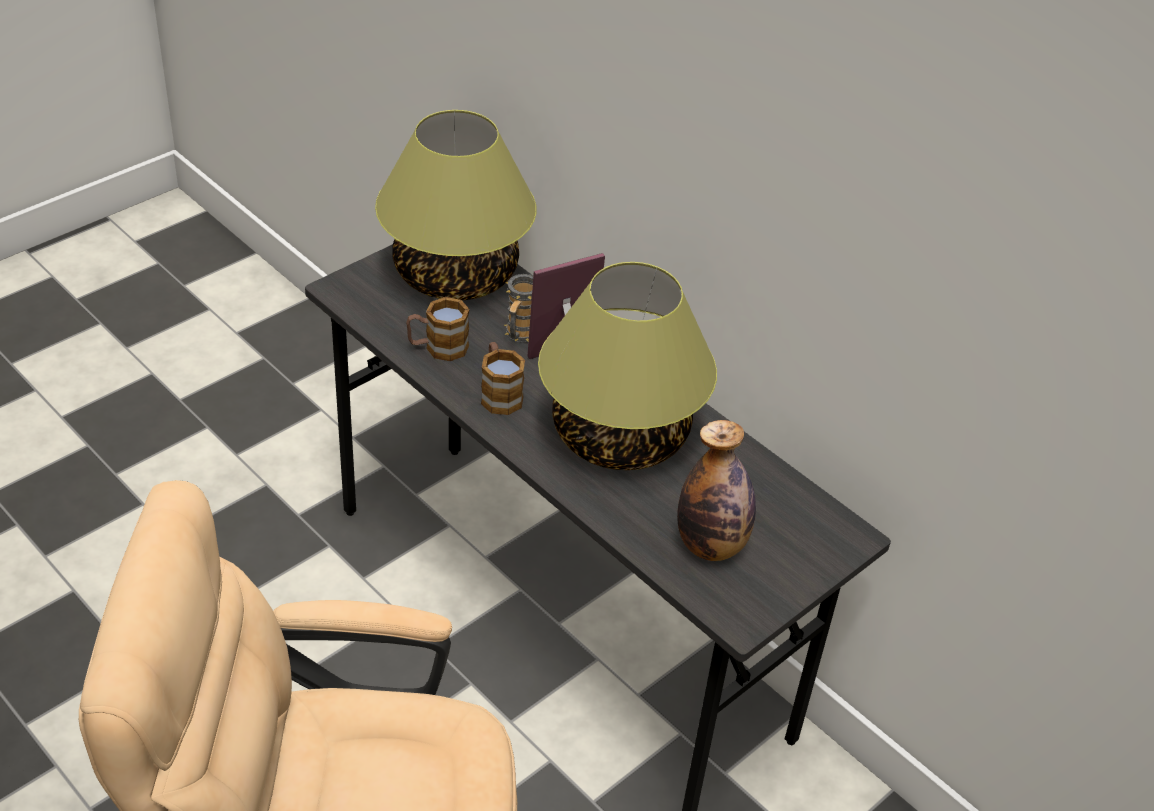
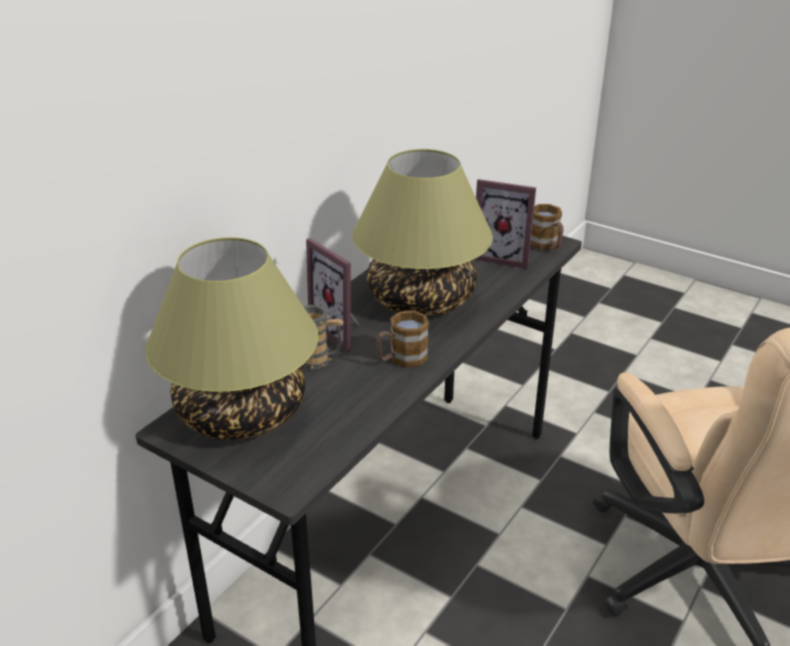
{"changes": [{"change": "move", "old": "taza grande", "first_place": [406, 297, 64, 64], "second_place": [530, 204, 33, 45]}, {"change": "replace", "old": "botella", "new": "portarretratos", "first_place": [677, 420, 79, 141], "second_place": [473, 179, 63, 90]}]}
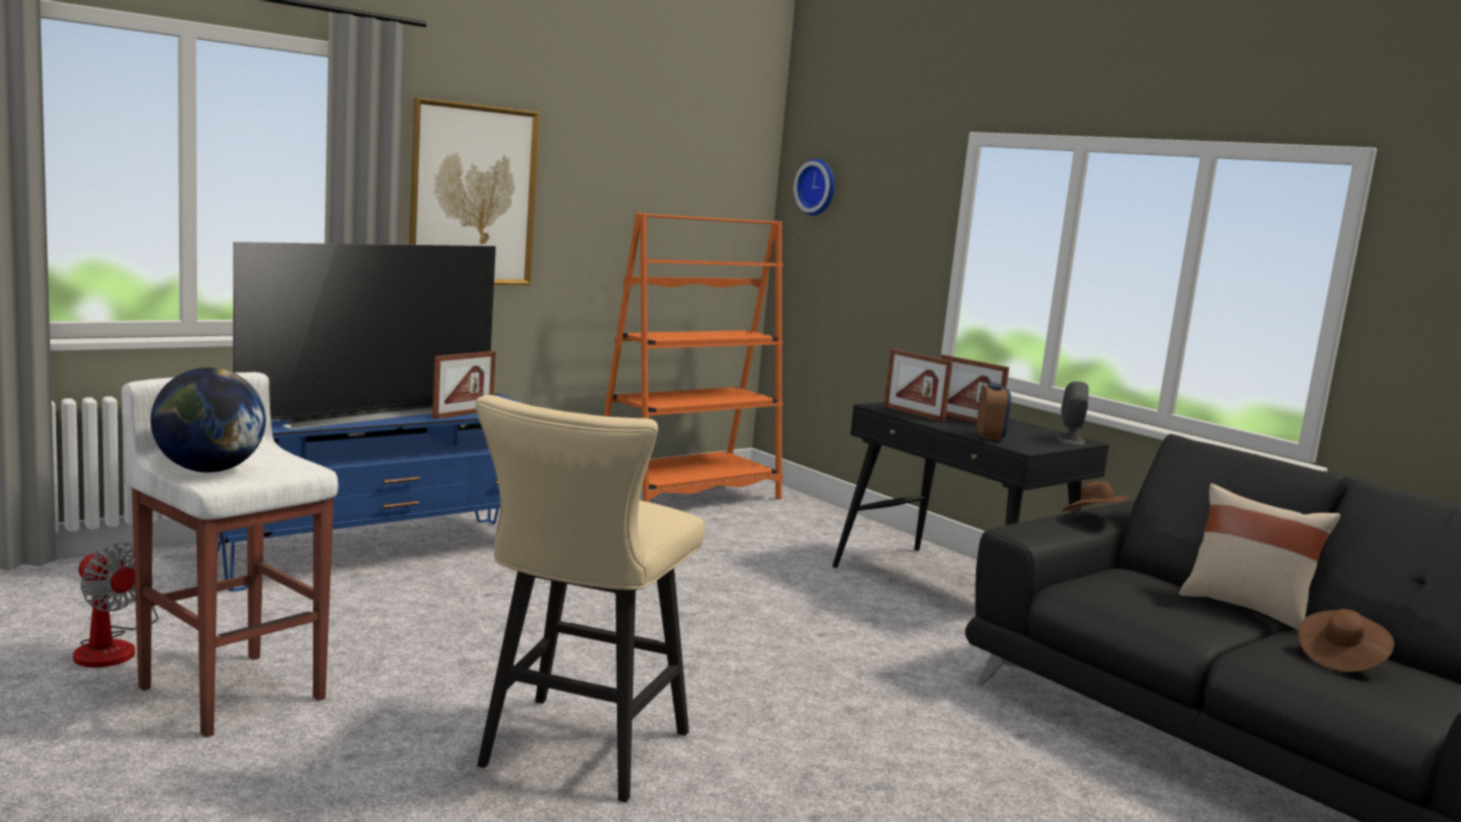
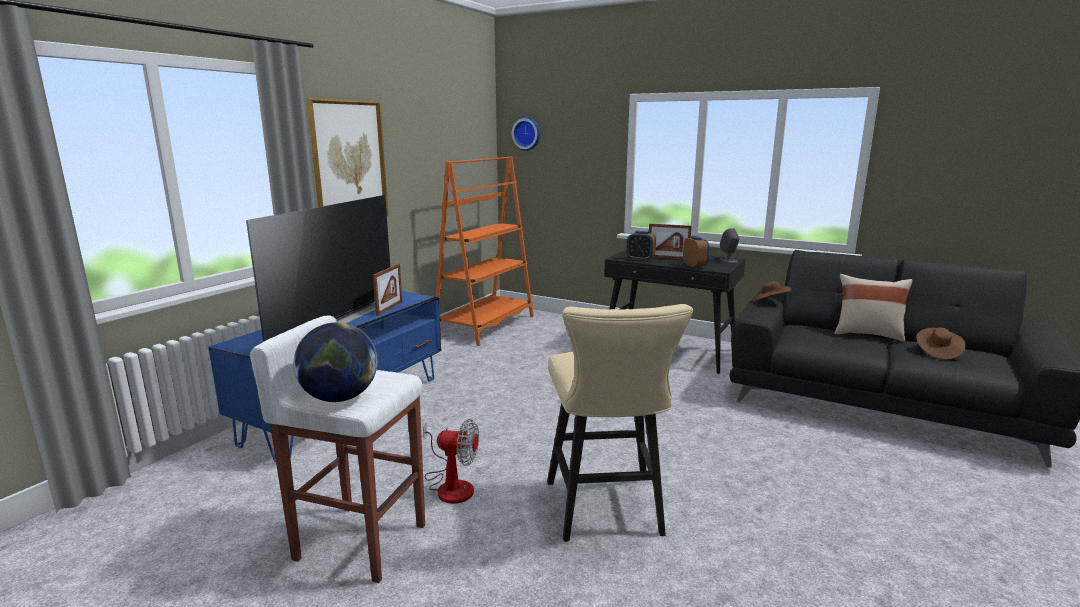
{"changes": [{"change": "move", "old": "ventilador", "first_place": [73, 543, 85, 125], "second_place": [423, 419, 56, 85]}, {"change": "replace", "old": "portarretratos", "new": "despertador", "first_place": [884, 349, 69, 73], "second_place": [626, 231, 30, 30]}]}
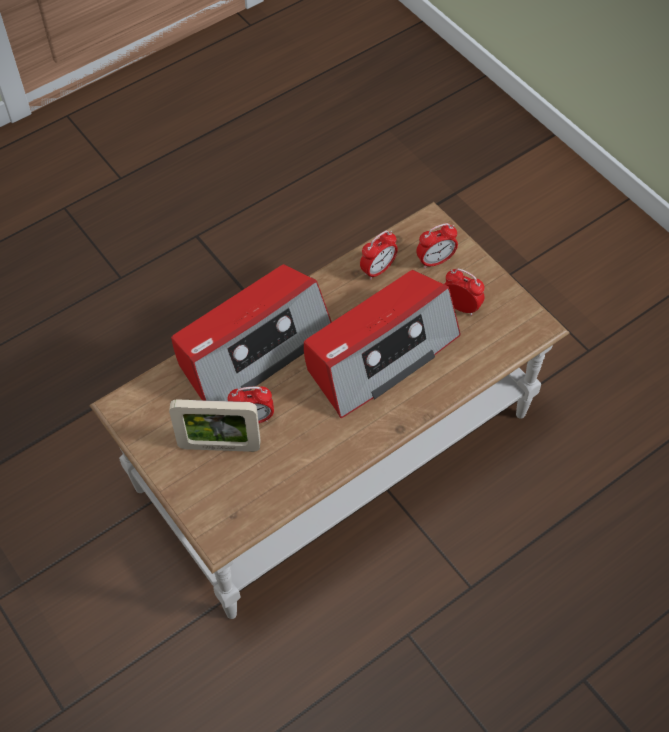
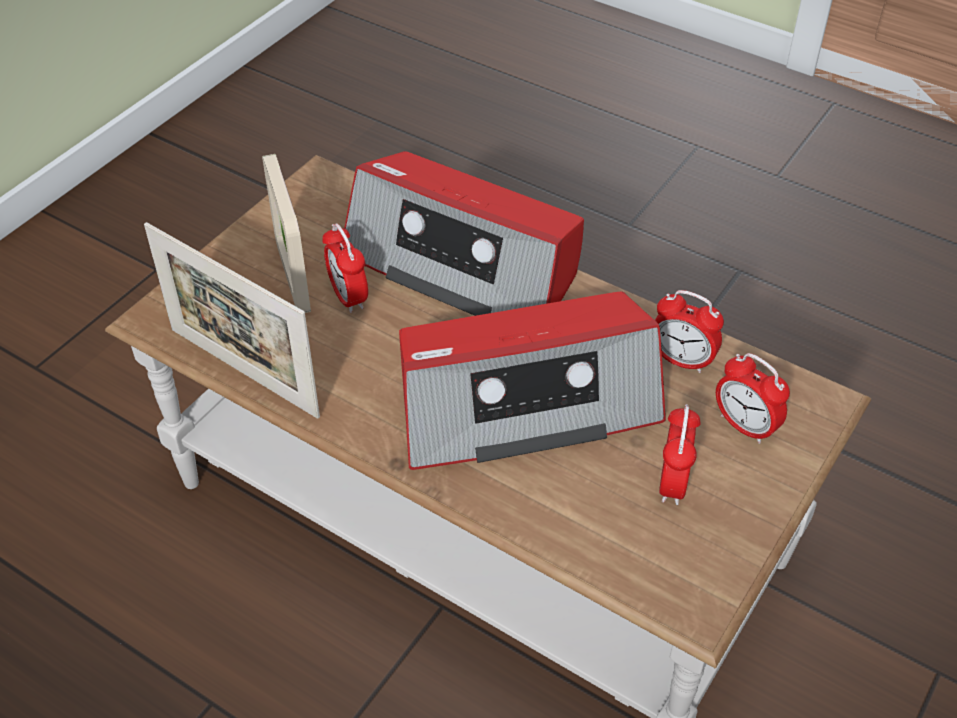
{"changes": [{"change": "rotate", "old": "radio", "first_place": [304, 270, 157, 148], "second_place": [399, 291, 267, 179], "degrees": -45}, {"change": "insert", "new": "portarretratos", "second_place": [144, 222, 176, 197]}]}
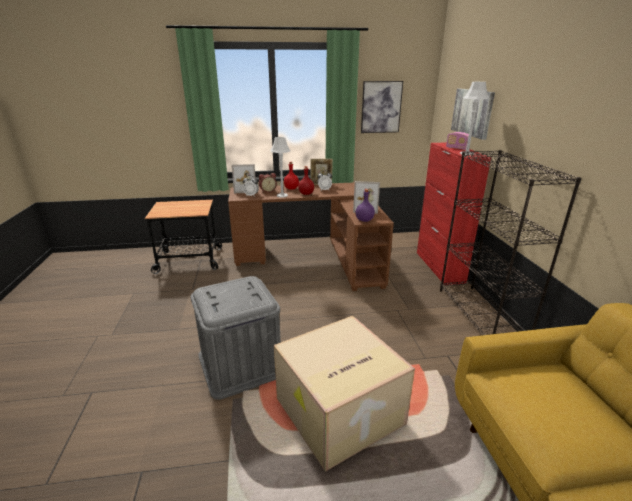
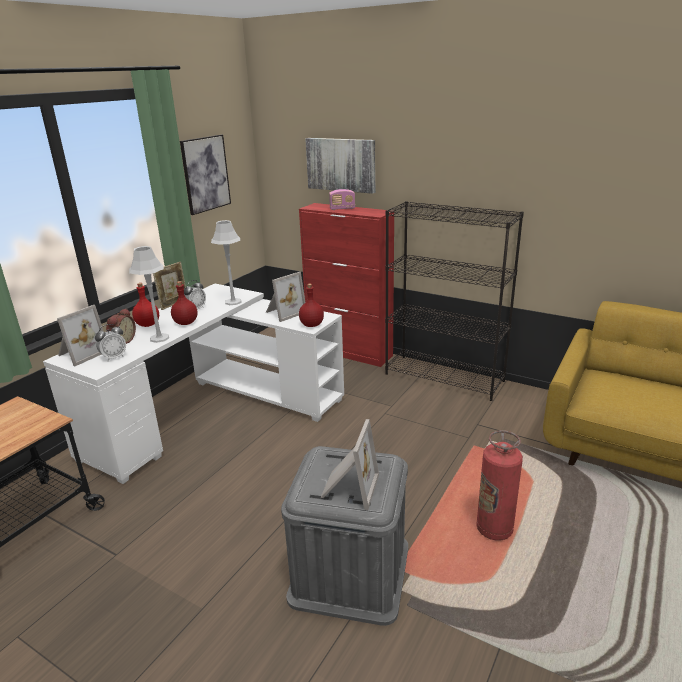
{"changes": [{"change": "recolor", "old": "escritorio/marrón", "new": "escritorio/blanco", "first_place": [228, 182, 166, 109], "second_place": [43, 284, 301, 200]}, {"change": "replace", "old": "caja de cartón", "new": "extintor", "first_place": [274, 316, 141, 156], "second_place": [476, 430, 47, 111]}, {"change": "recolor", "old": "botella/morado", "new": "botella/rojo", "first_place": [356, 189, 19, 33], "second_place": [299, 284, 25, 43]}, {"change": "move", "old": "lámpara de mesa/gris", "first_place": [460, 82, 30, 73], "second_place": [211, 220, 30, 85]}, {"change": "insert", "new": "portarretratos", "second_place": [320, 419, 59, 91]}]}
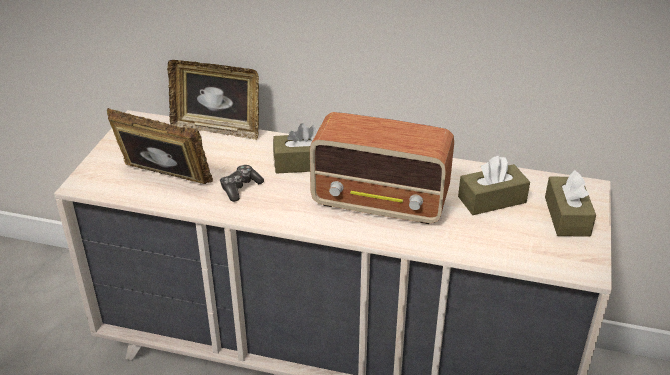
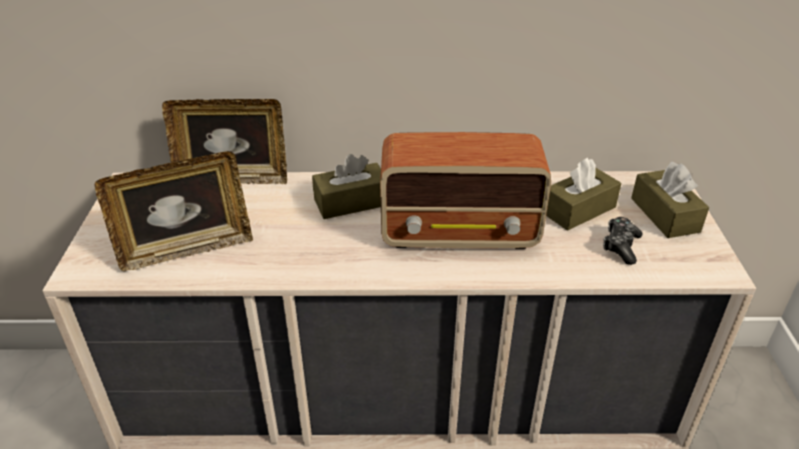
{"changes": [{"change": "rotate", "old": "portarretratos", "first_place": [107, 108, 106, 76], "second_place": [95, 151, 158, 120], "degrees": 150}, {"change": "move", "old": "mando de consola", "first_place": [220, 165, 44, 37], "second_place": [603, 217, 40, 48]}]}
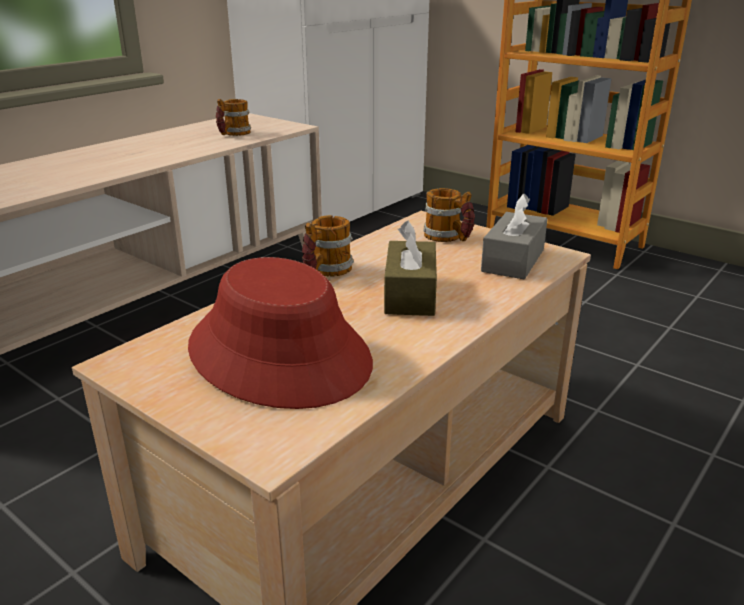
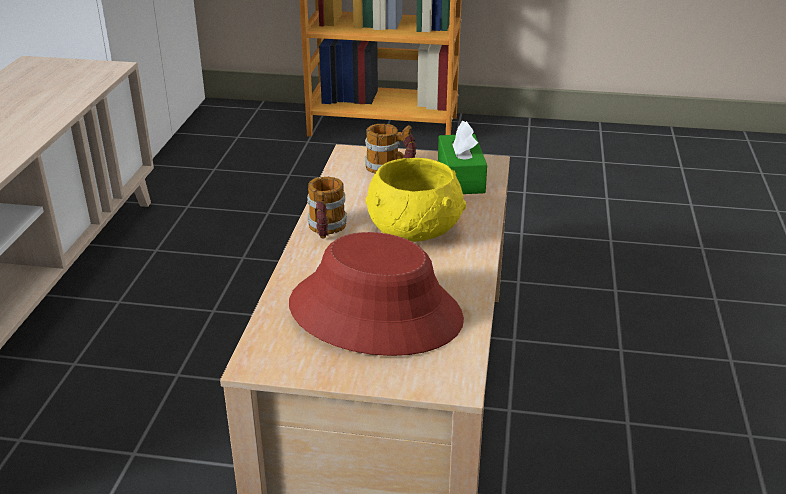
{"changes": [{"change": "delete", "old": "taza grande", "first_place": [216, 99, 35, 37]}, {"change": "replace", "old": "caja de pañuelos/marrón", "new": "cuenco/amarillo", "first_place": [384, 220, 53, 96], "second_place": [365, 158, 101, 84]}, {"change": "recolor", "old": "caja de pañuelos/gris", "new": "caja de pañuelos/verde", "first_place": [481, 194, 67, 85], "second_place": [438, 121, 49, 73]}]}
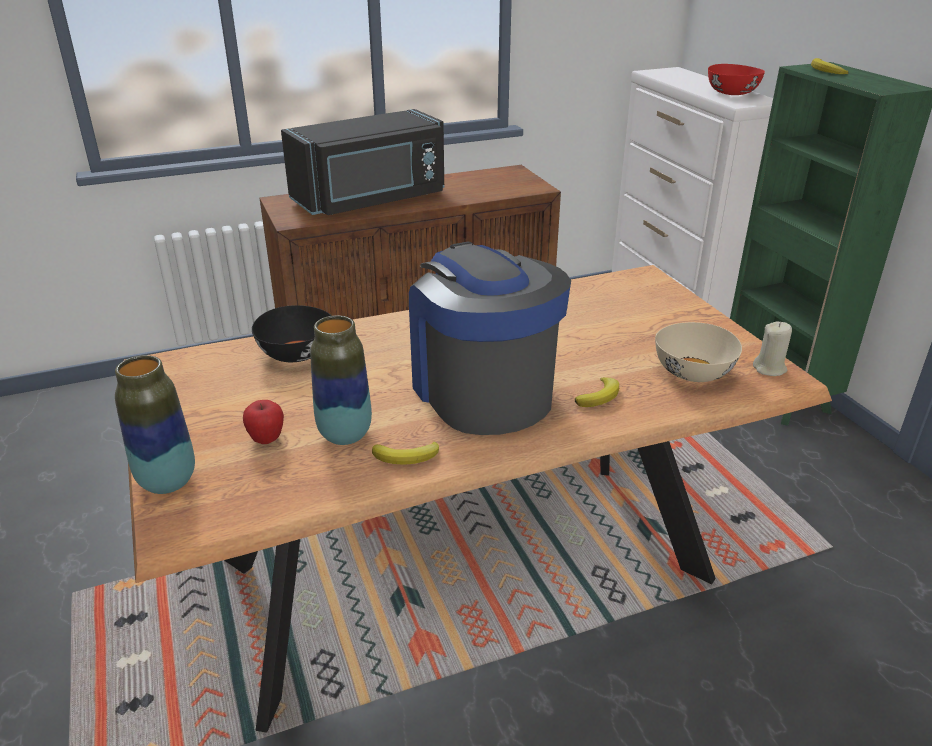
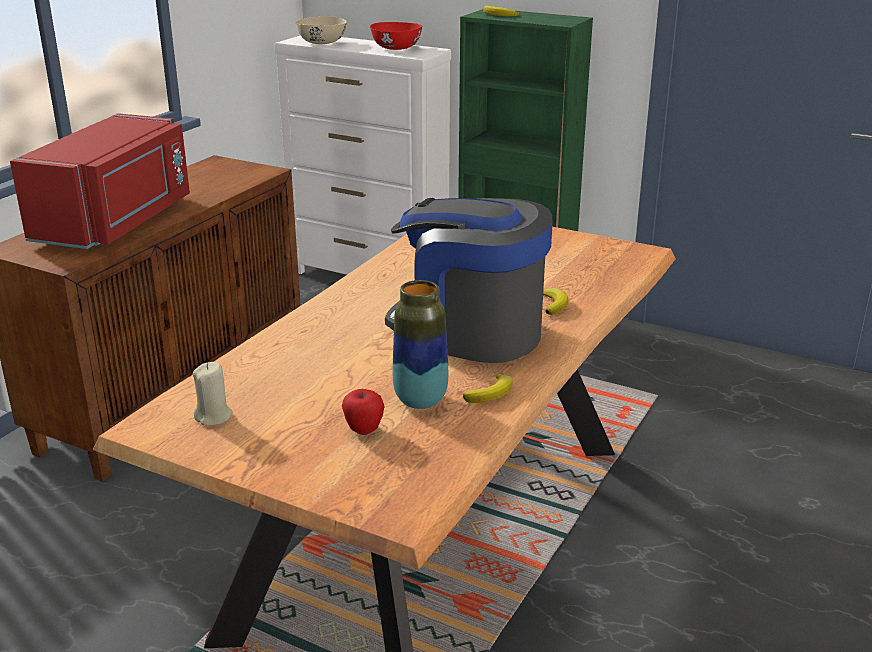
{"changes": [{"change": "delete", "old": "florero", "first_place": [115, 355, 80, 139]}, {"change": "delete", "old": "cuenco/negro", "first_place": [252, 305, 79, 57]}, {"change": "recolor", "old": "microondas/negro", "new": "microondas/rojo", "first_place": [281, 109, 164, 106], "second_place": [10, 113, 180, 136]}, {"change": "move", "old": "cuenco/beis", "first_place": [655, 322, 87, 60], "second_place": [296, 16, 51, 28]}, {"change": "move", "old": "vela/beis", "first_place": [753, 322, 39, 54], "second_place": [193, 362, 40, 64]}]}
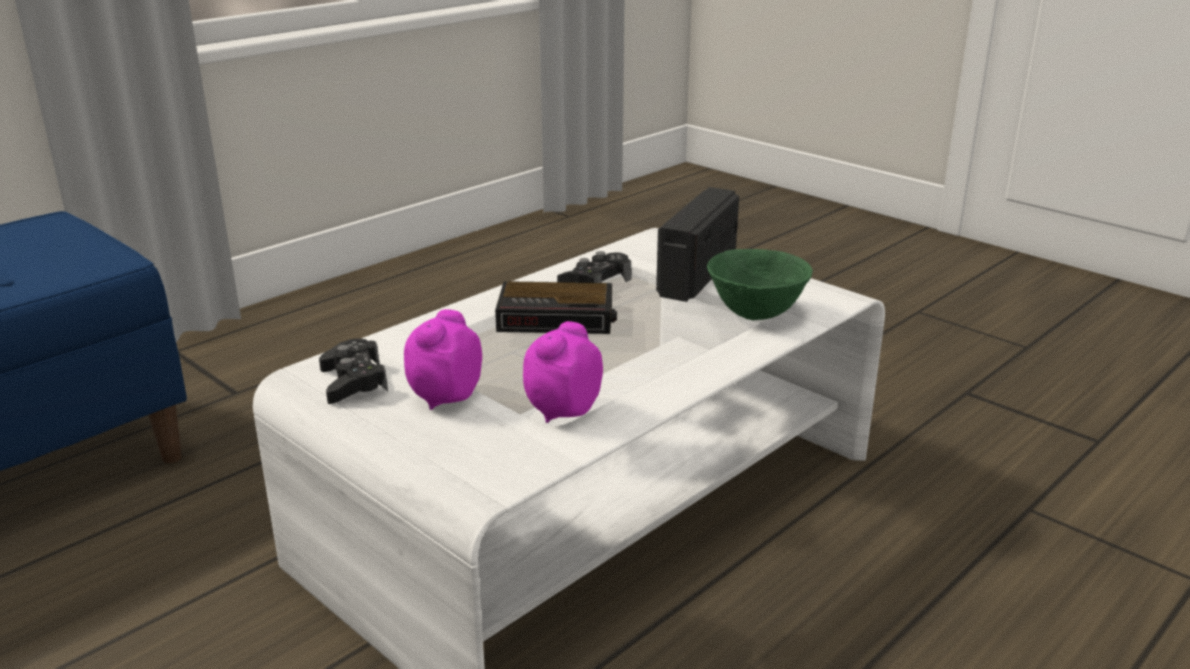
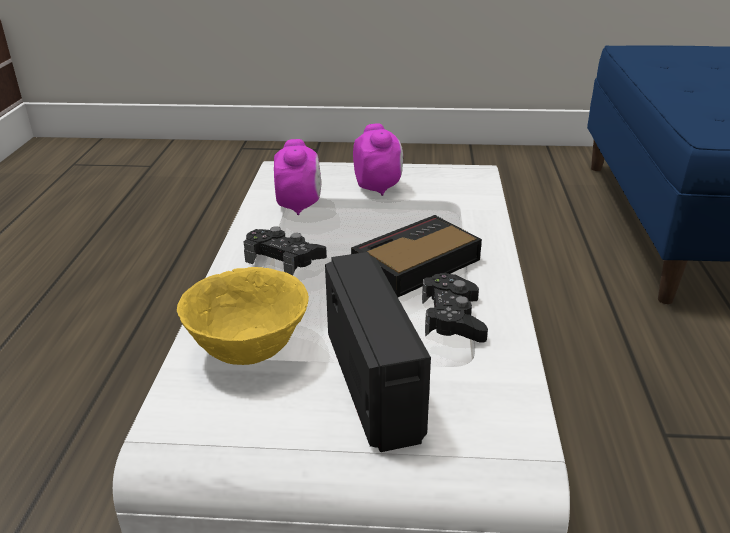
{"changes": [{"change": "move", "old": "mando de consola/negro", "first_place": [319, 338, 69, 66], "second_place": [243, 226, 84, 49]}, {"change": "recolor", "old": "cuenco/verde", "new": "cuenco/amarillo", "first_place": [707, 249, 106, 71], "second_place": [177, 267, 132, 98]}]}
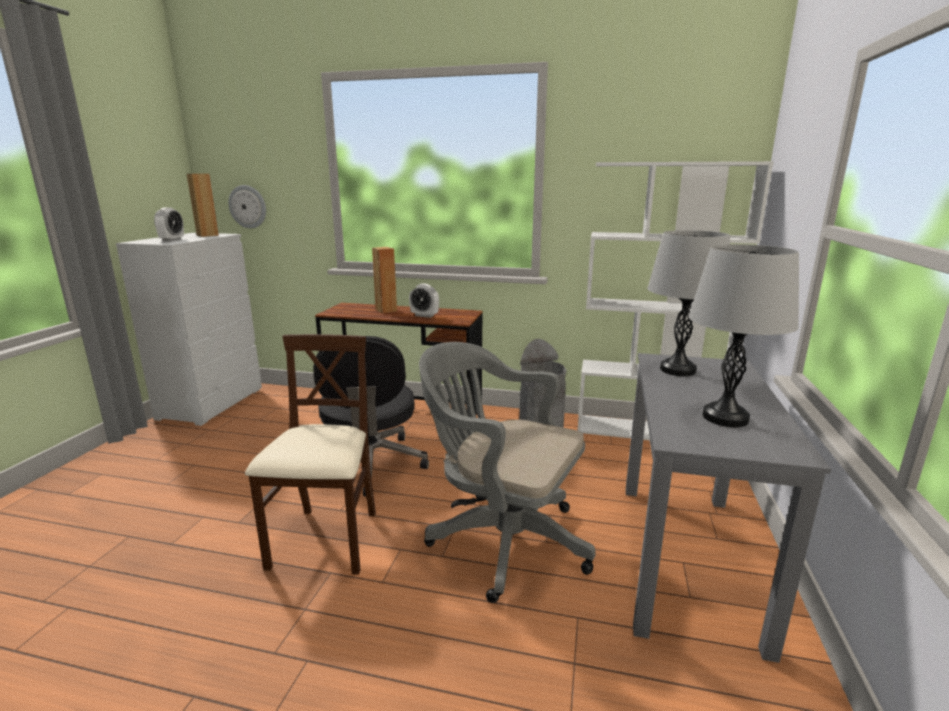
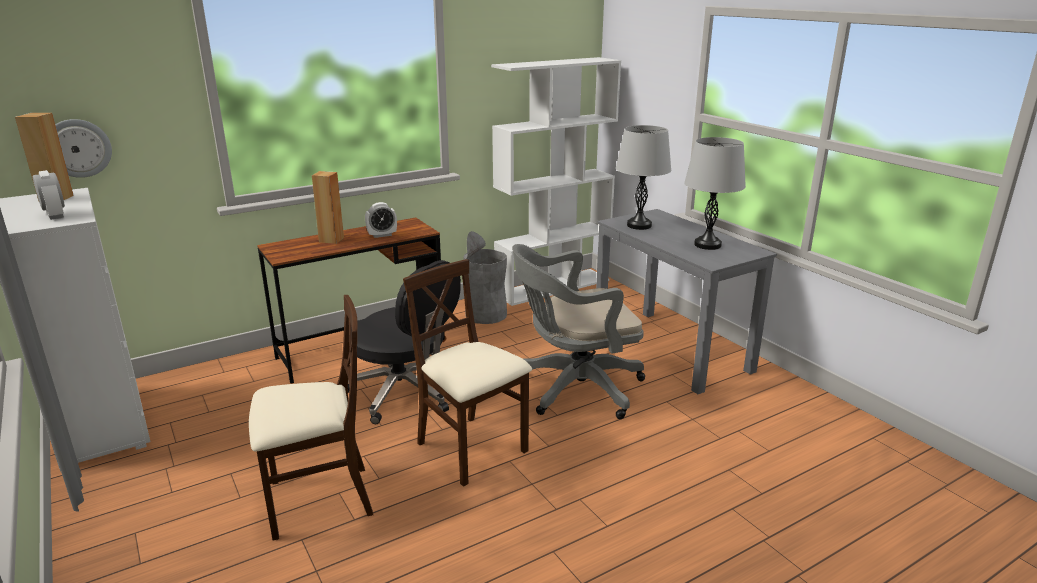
{"changes": [{"change": "insert", "new": "silla/beis", "second_place": [249, 295, 124, 245]}]}
